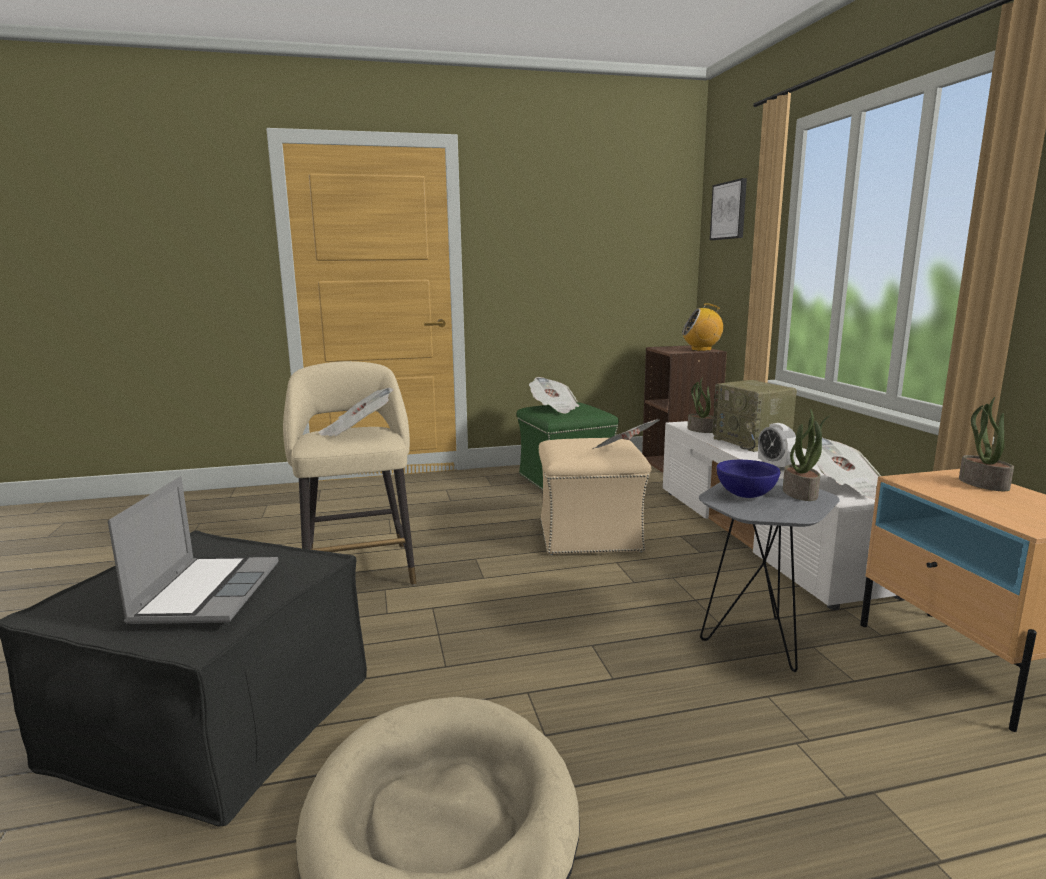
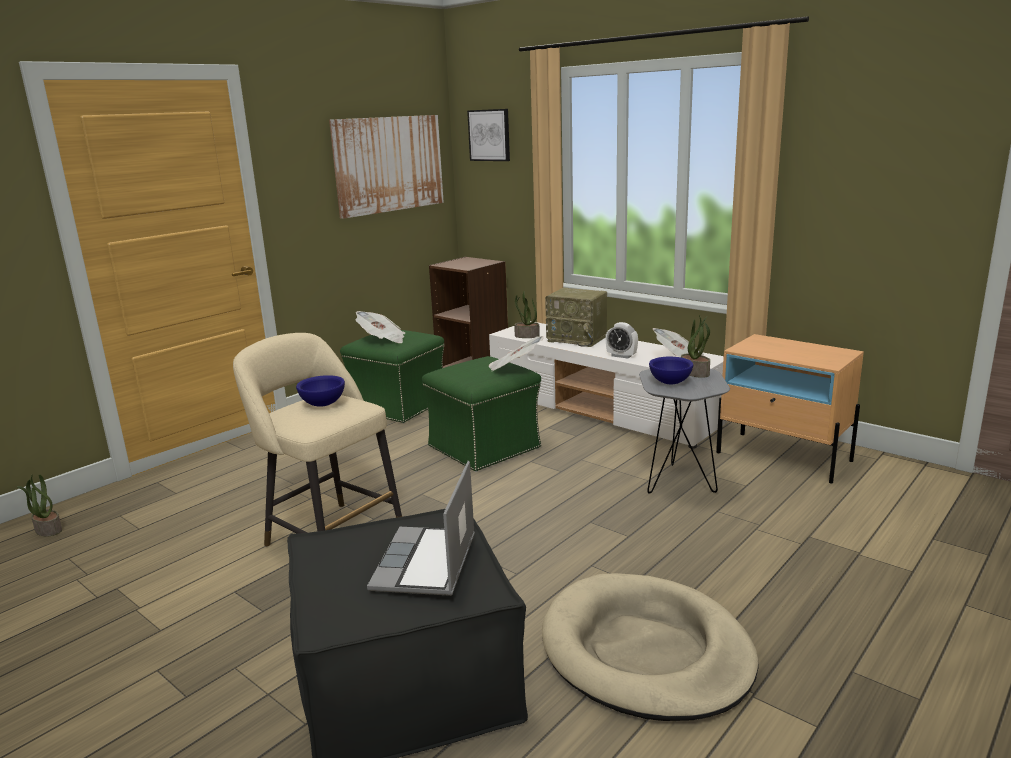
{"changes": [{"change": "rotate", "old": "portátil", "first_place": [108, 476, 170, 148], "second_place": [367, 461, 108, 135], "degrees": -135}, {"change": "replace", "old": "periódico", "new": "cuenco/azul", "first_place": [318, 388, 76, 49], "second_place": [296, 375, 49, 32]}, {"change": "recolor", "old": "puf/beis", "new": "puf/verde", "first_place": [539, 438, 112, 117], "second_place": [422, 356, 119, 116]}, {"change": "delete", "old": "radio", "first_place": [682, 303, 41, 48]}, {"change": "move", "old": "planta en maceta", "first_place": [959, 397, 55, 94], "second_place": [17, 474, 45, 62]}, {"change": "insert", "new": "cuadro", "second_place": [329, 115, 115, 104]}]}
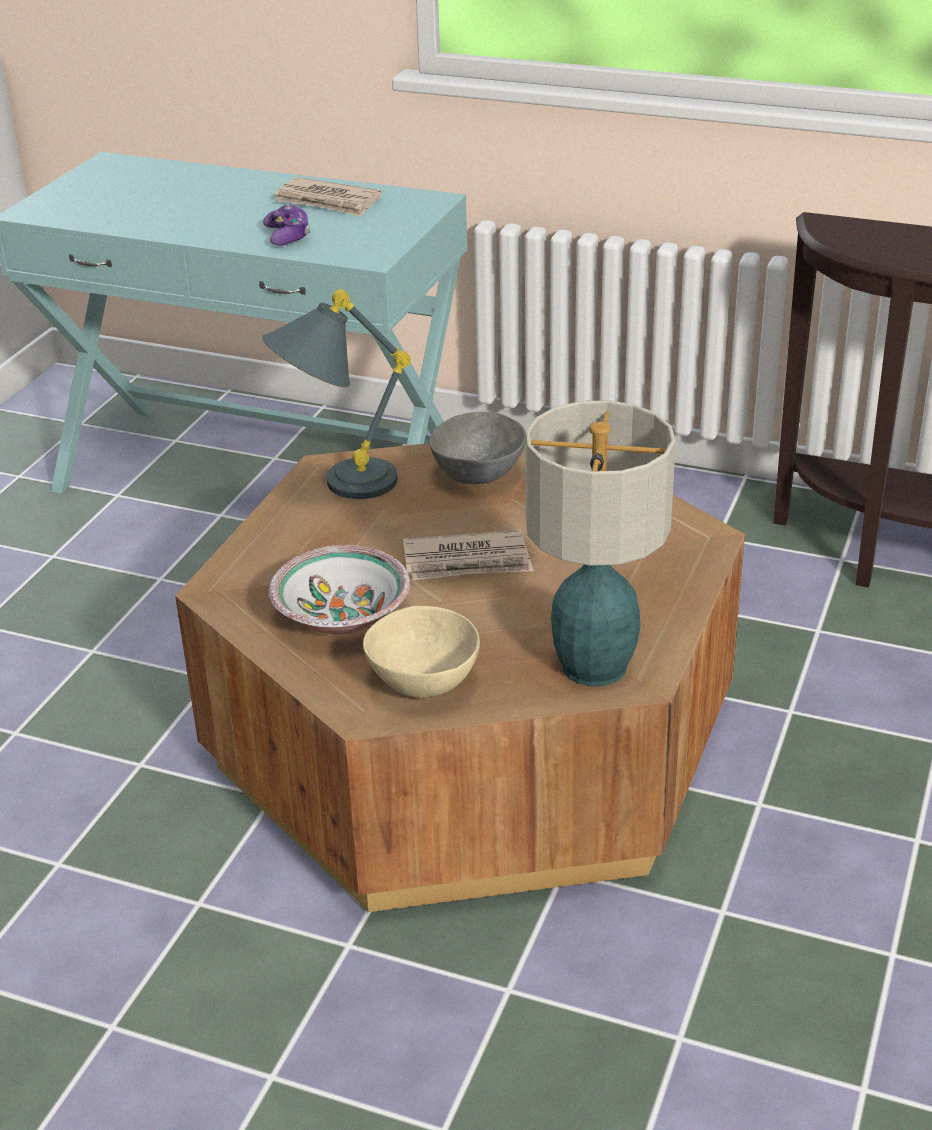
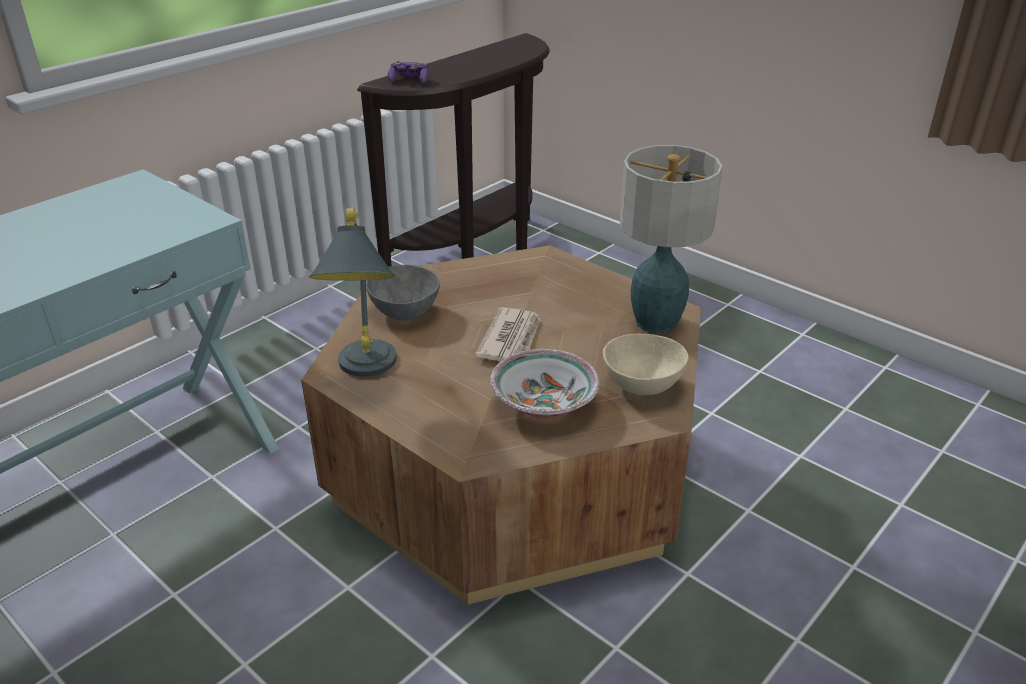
{"changes": [{"change": "move", "old": "mando de consola", "first_place": [263, 203, 47, 43], "second_place": [388, 60, 41, 23]}, {"change": "delete", "old": "periódico", "first_place": [274, 177, 108, 40]}]}
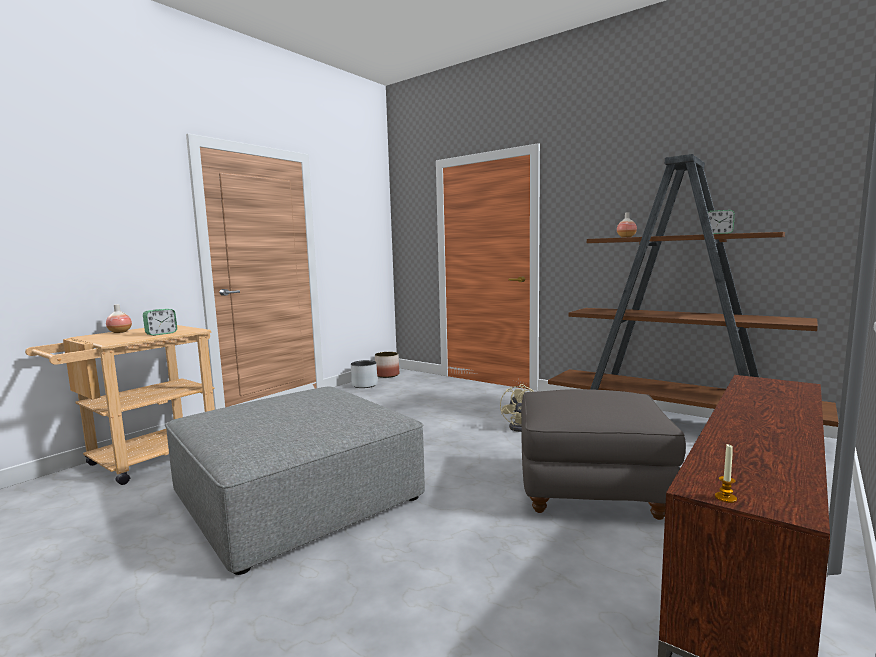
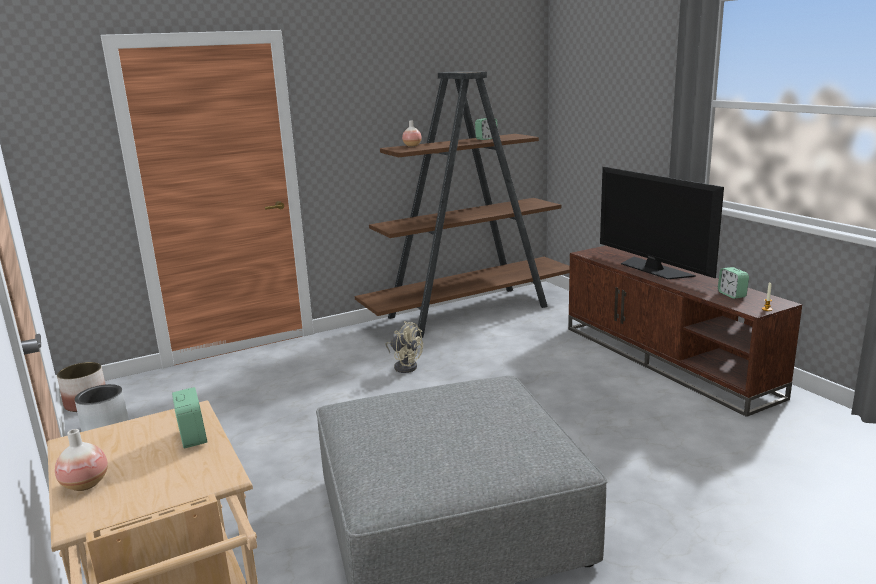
{"changes": [{"change": "delete", "old": "puf/gris", "first_place": [521, 389, 165, 131]}, {"change": "insert", "new": "televisor", "second_place": [600, 167, 124, 112]}, {"change": "insert", "new": "despertador", "second_place": [718, 267, 31, 32]}]}
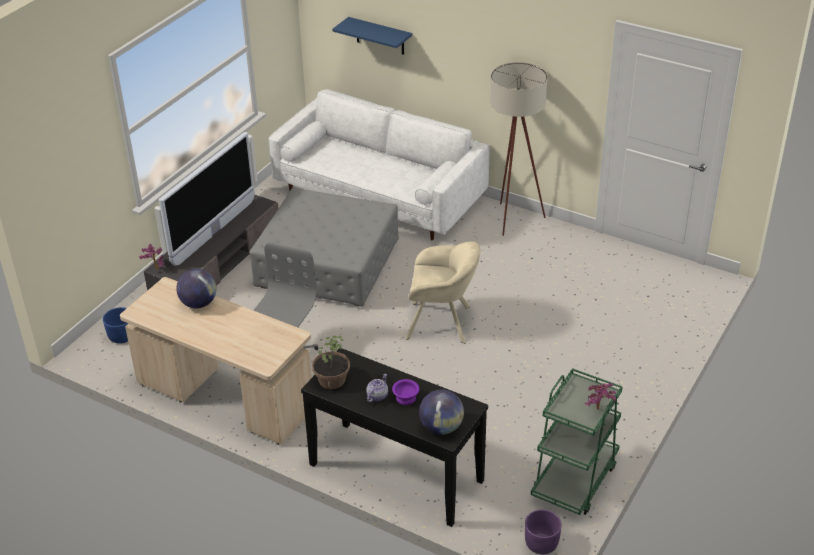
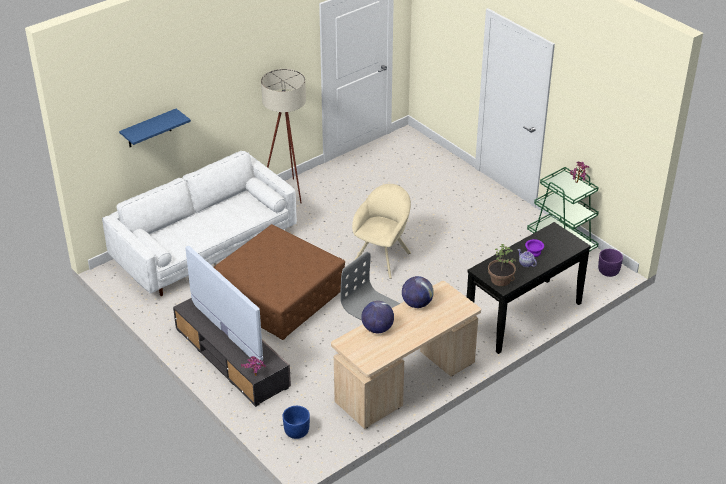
{"changes": [{"change": "recolor", "old": "puf/gris", "new": "puf/marrón", "first_place": [249, 187, 150, 120], "second_place": [214, 224, 132, 116]}, {"change": "move", "old": "globo terráqueo", "first_place": [419, 390, 45, 45], "second_place": [402, 276, 32, 32]}]}
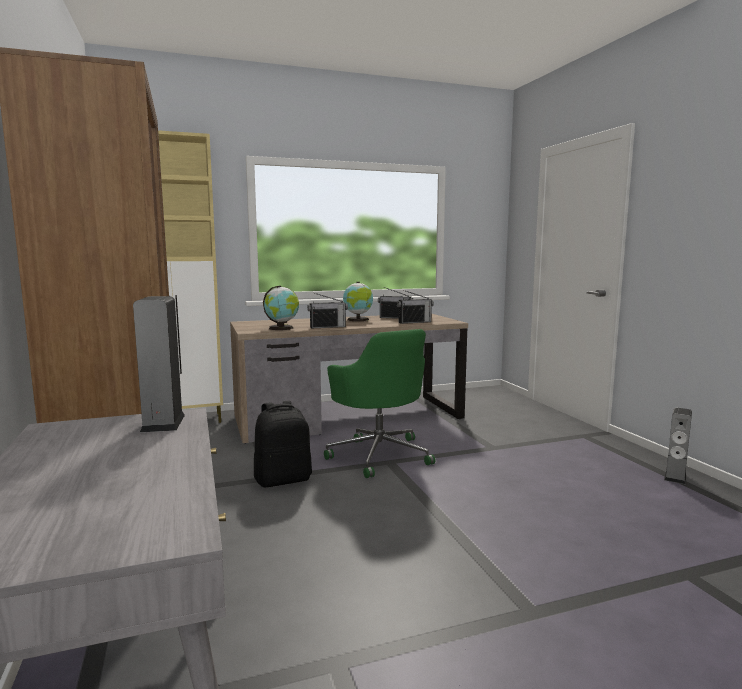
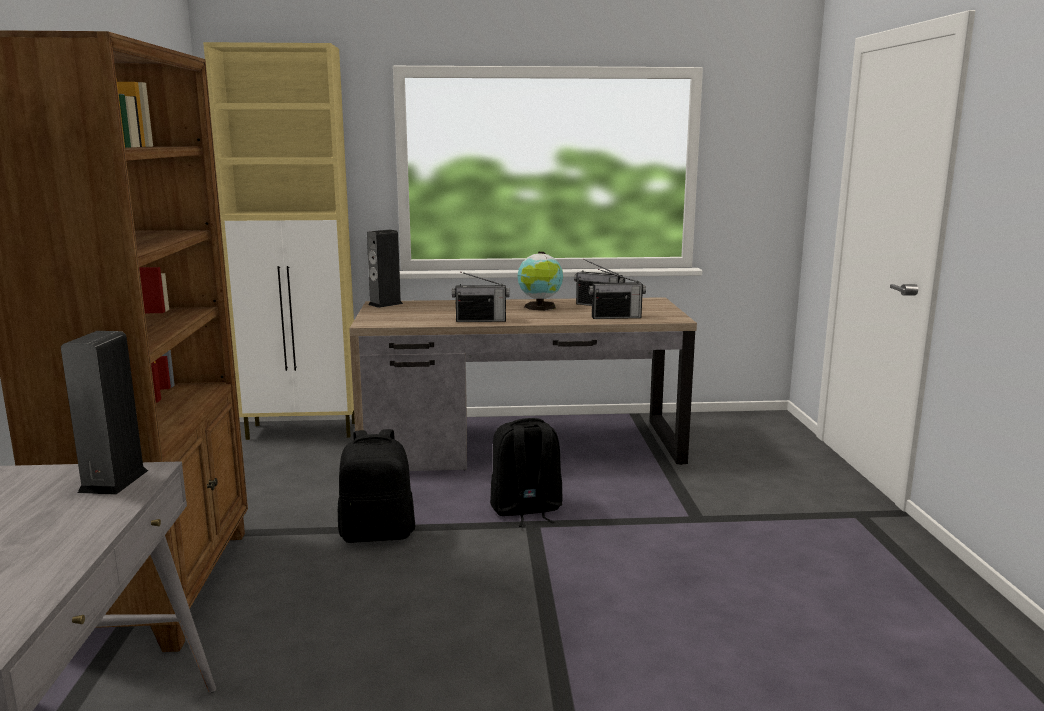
{"changes": [{"change": "delete", "old": "globo terráqueo", "first_place": [263, 286, 36, 44]}, {"change": "replace", "old": "silla de oficina/verde", "new": "mochila/negro", "first_place": [324, 329, 111, 149], "second_place": [490, 418, 72, 109]}, {"change": "move", "old": "altavoz", "first_place": [664, 408, 28, 76], "second_place": [367, 230, 36, 78]}]}
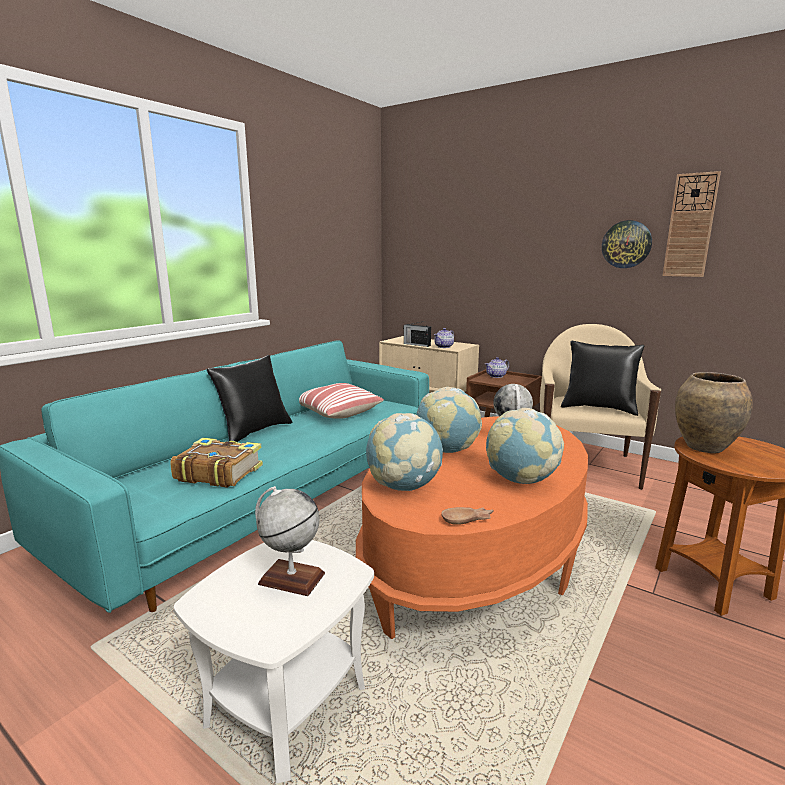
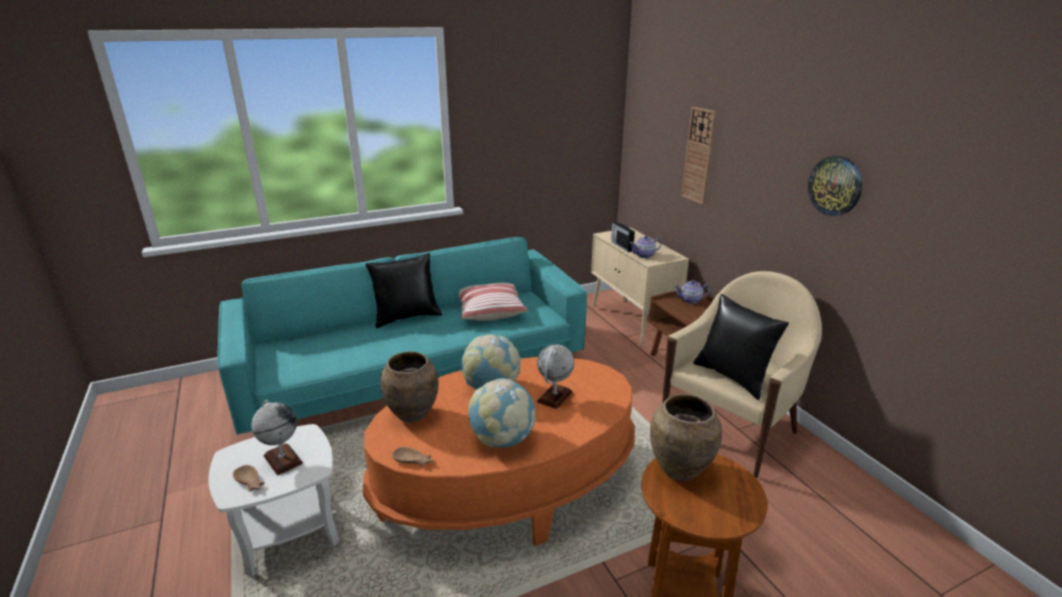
{"changes": [{"change": "delete", "old": "libro", "first_place": [170, 438, 93, 50]}, {"change": "replace", "old": "globo terráqueo", "new": "florero/marrón", "first_place": [366, 413, 77, 78], "second_place": [380, 351, 58, 72]}, {"change": "move", "old": "reloj de pared", "first_place": [663, 171, 58, 106], "second_place": [681, 107, 36, 98]}, {"change": "insert", "new": "cuenco/marrón", "second_place": [233, 465, 32, 27]}]}
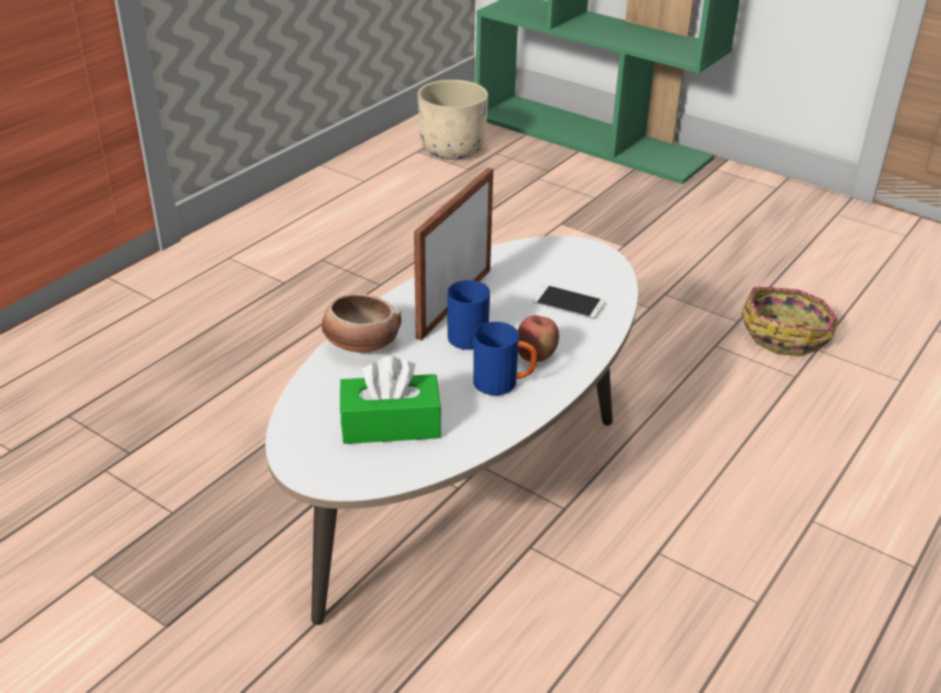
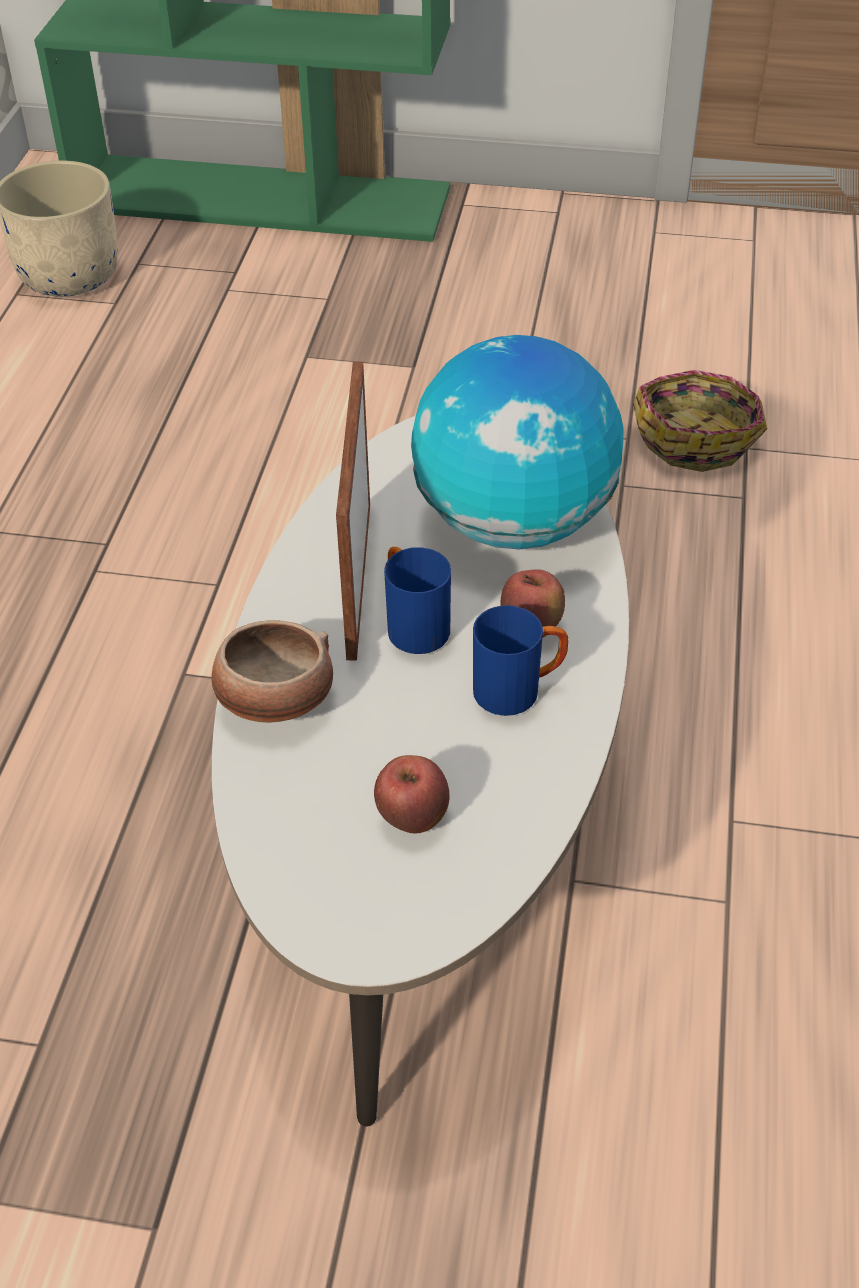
{"changes": [{"change": "replace", "old": "caja de pañuelos/verde", "new": "manzana", "first_place": [340, 356, 102, 88], "second_place": [374, 755, 75, 78]}, {"change": "replace", "old": "móvil", "new": "globo terráqueo", "first_place": [533, 285, 72, 34], "second_place": [411, 335, 212, 215]}]}
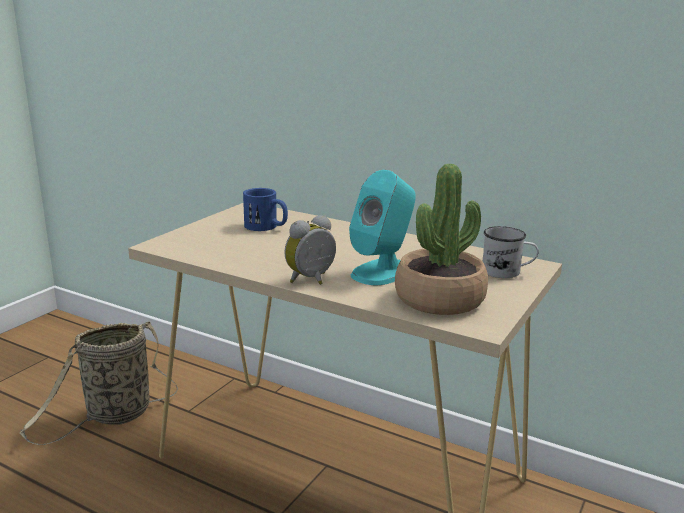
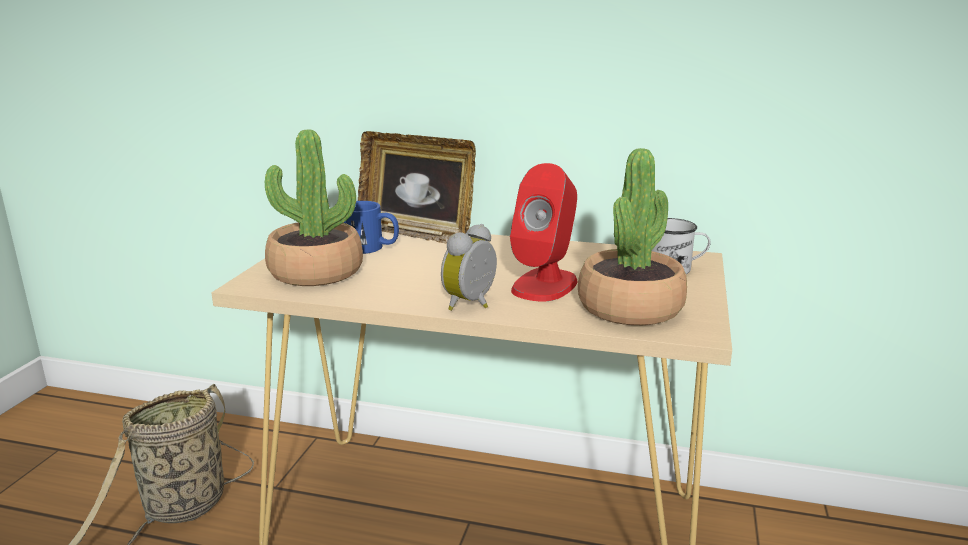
{"changes": [{"change": "recolor", "old": "altavoz/turquesa", "new": "altavoz/rojo", "first_place": [349, 170, 67, 115], "second_place": [510, 163, 67, 138]}, {"change": "insert", "new": "planta en maceta", "second_place": [265, 129, 98, 157]}, {"change": "insert", "new": "portarretratos", "second_place": [358, 131, 118, 112]}]}
